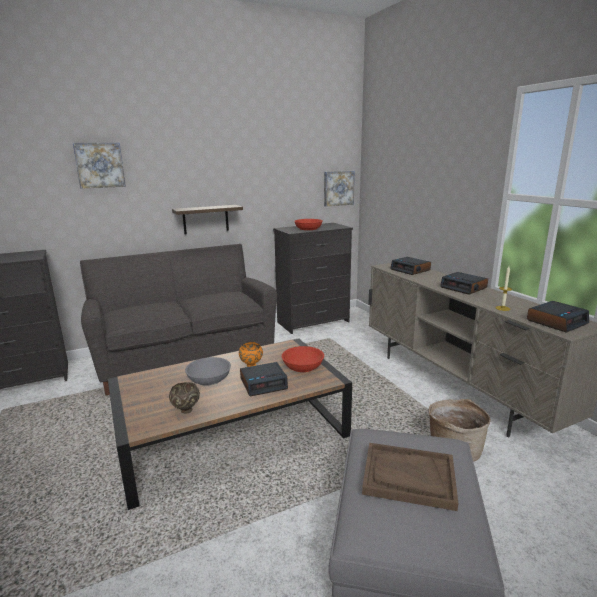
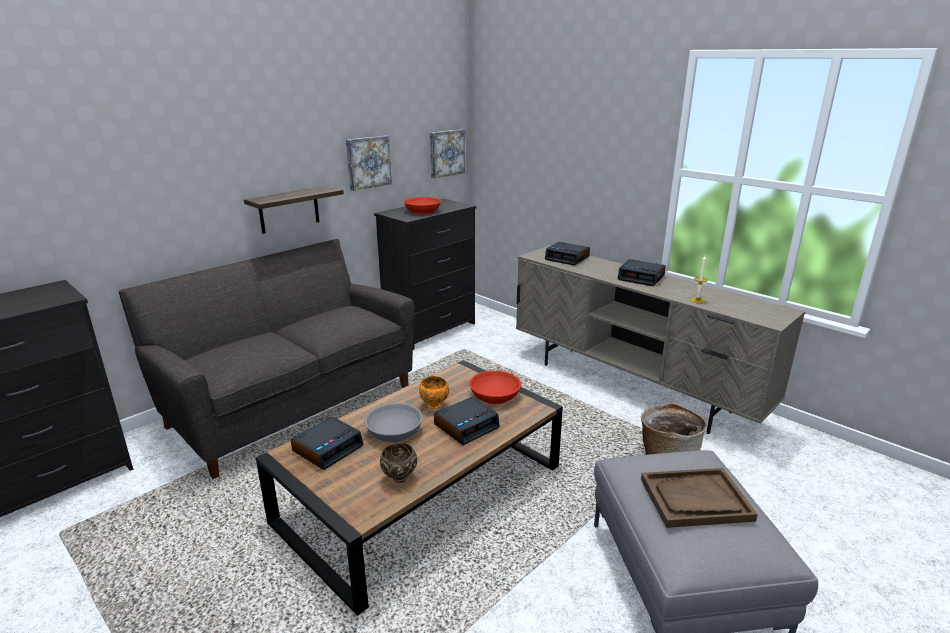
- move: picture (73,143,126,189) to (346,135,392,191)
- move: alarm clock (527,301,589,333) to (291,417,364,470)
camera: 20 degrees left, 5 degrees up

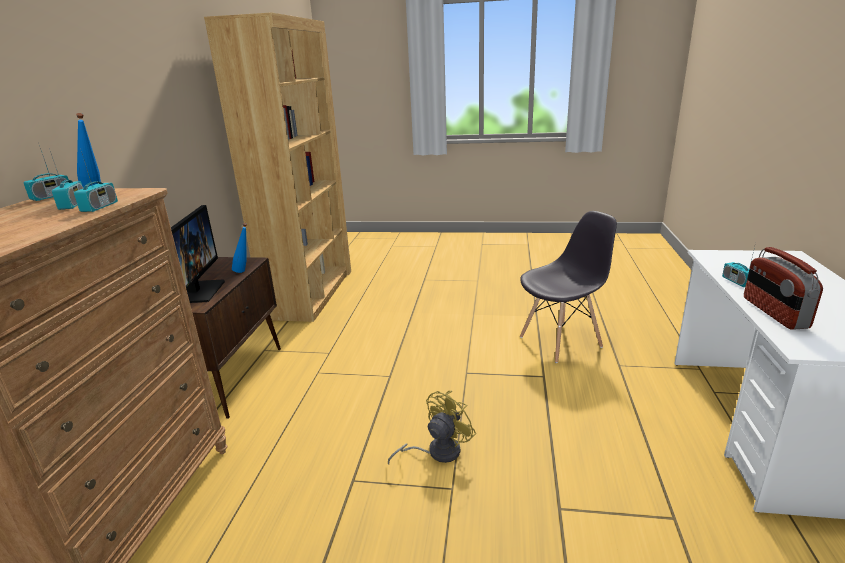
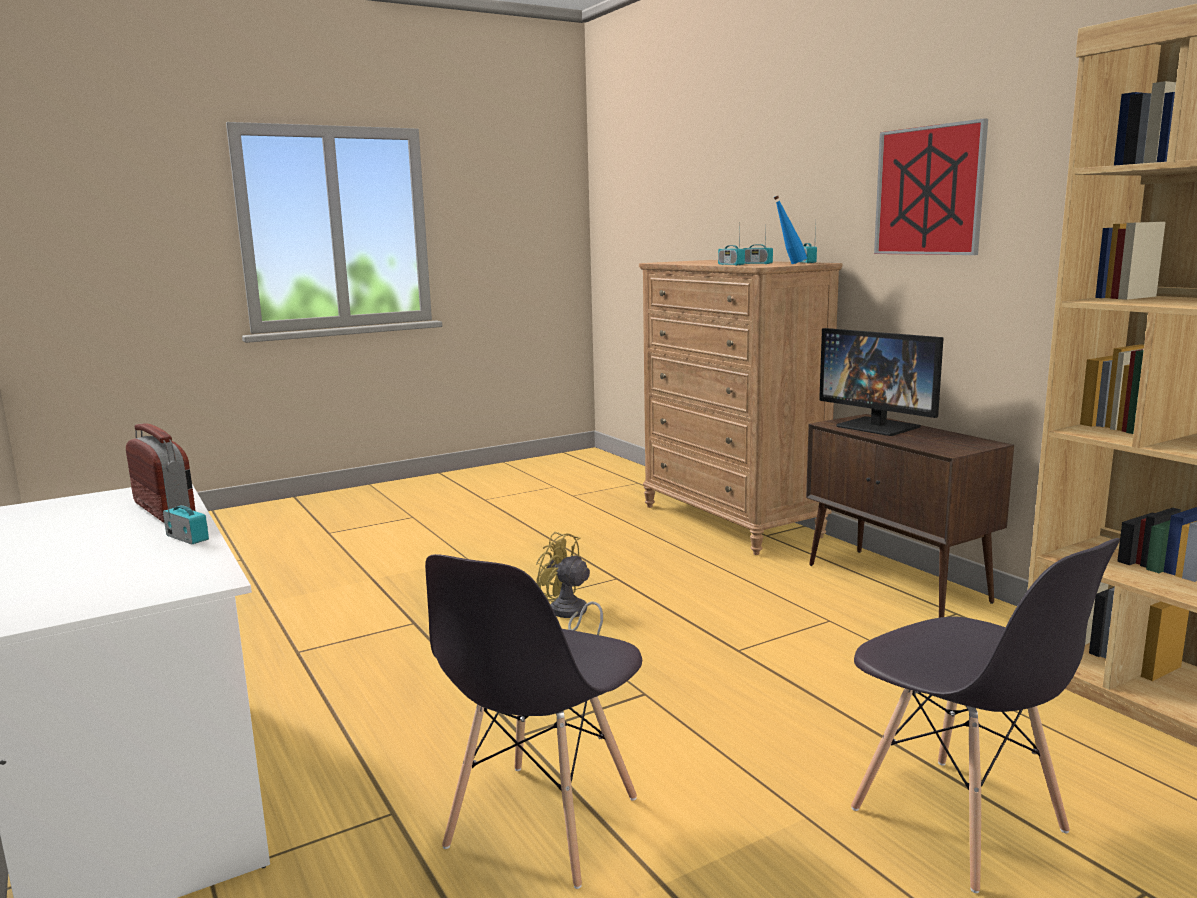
- delete: bottle in blue (232,223,247,273)
- rotate: fan in yellow (388,390,476,464) = (536,532,603,635) 120 degrees clockwise
- insert: picture (874,118,988,255)
- insert: chair in grey (851,538,1120,893)
camera: 140 degrees right, 10 degrees down

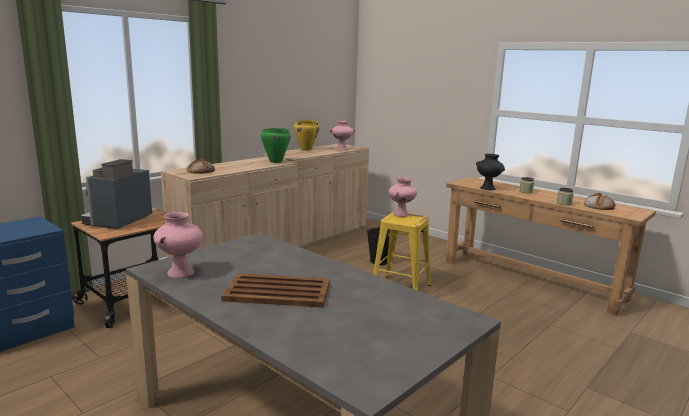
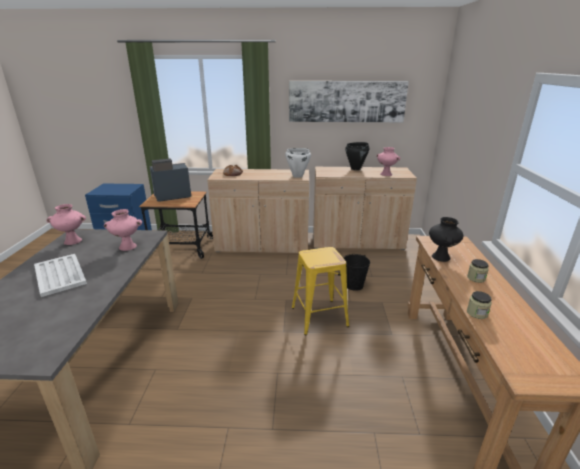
- recolor: cooking pot in yellow (294,120,320,151) to cooking pot in black (345,142,370,170)
- recolor: cooking pot in green (261,128,291,163) to cooking pot in white (285,148,311,178)
- move: vase in pink (389,177,417,217) to (104,209,142,251)
- delete: bread (584,193,616,210)
- recolor: tray in brown (221,273,330,308) to tray in white (34,254,87,297)
- insert: picture (289,81,409,122)
camera: 50 degrees right, 10 degrees up

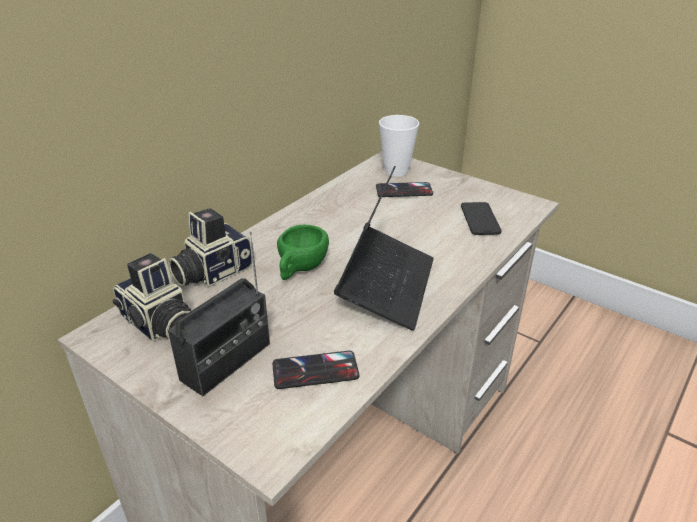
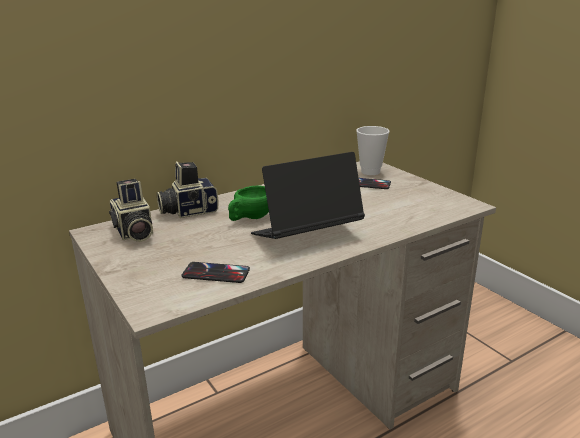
- rotate: laptop (334,166,434,331) = (251,152,365,239) 150 degrees counterclockwise
- delete: phone (461,202,502,235)
- delete: radio (168,232,270,396)
camera: 20 degrees right, 10 degrees down

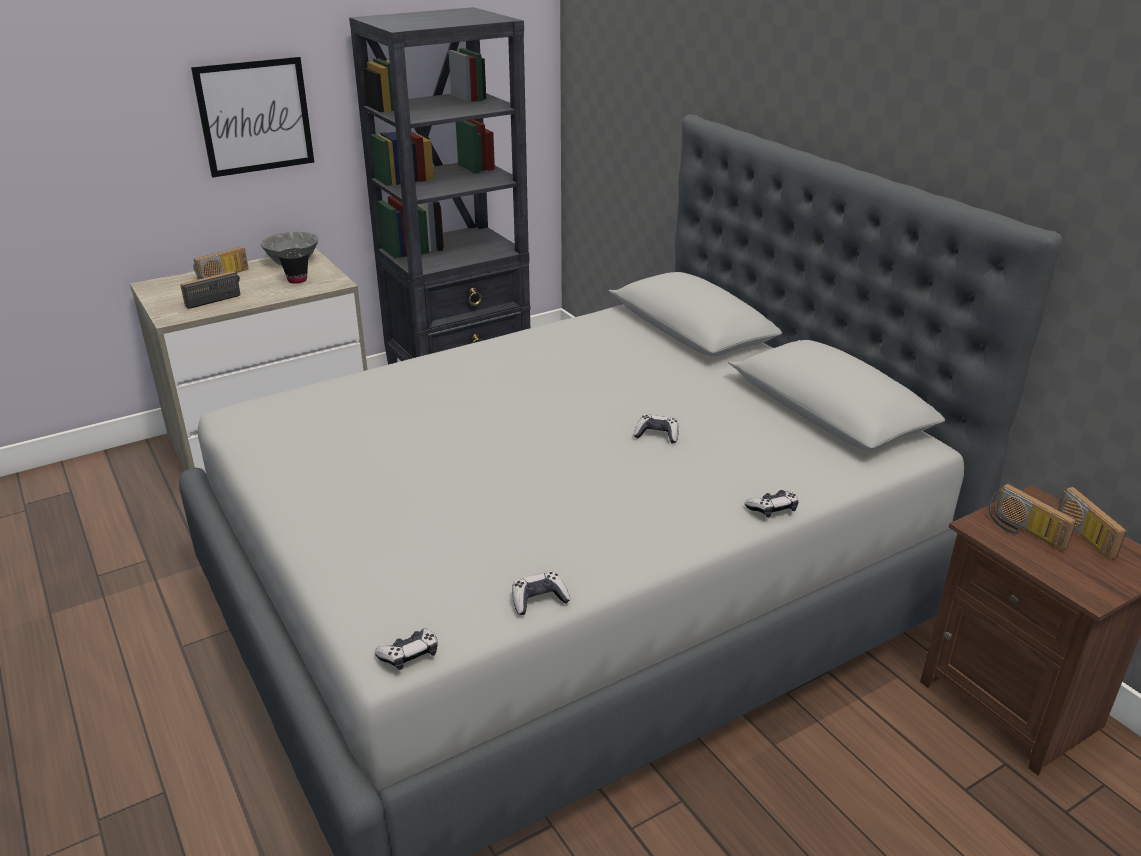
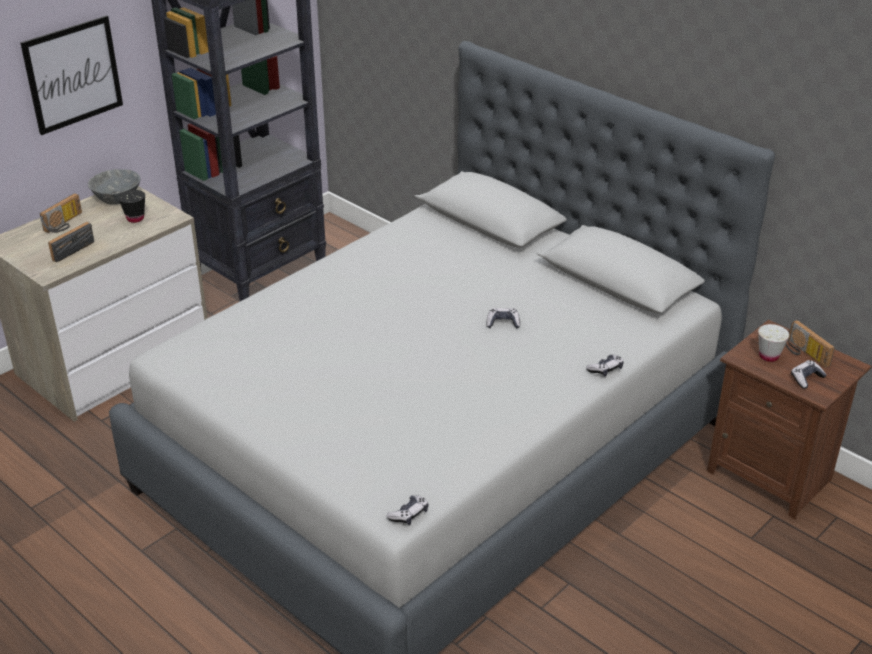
- replace: radio (989,484,1076,551) to cup in white (758,324,789,362)
- move: game controller (512,571,571,615) to (791,360,826,389)
camera: 15 degrees left, 5 degrees up

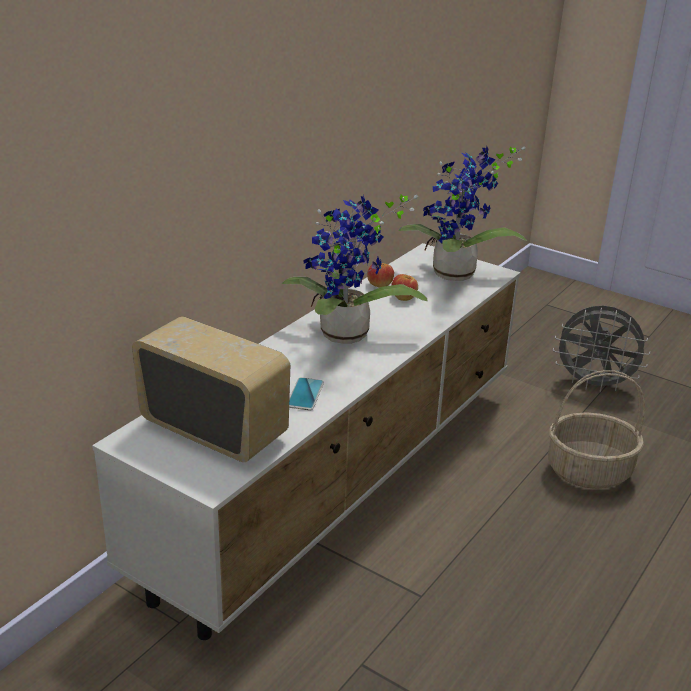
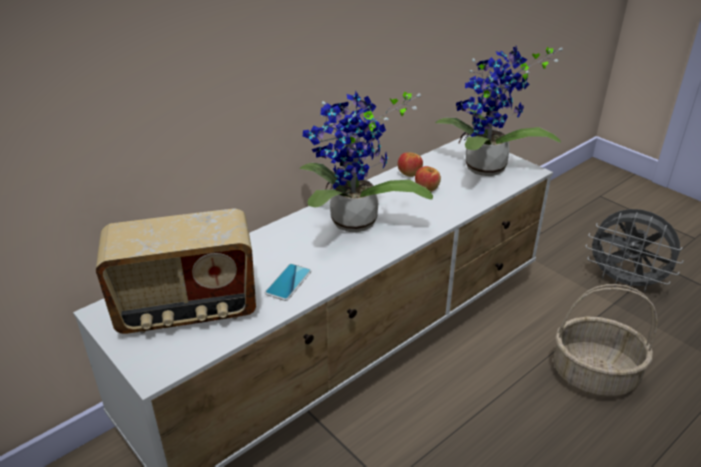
- rotate: radio (132,316,290,462) = (96,209,256,334) 120 degrees clockwise
camera: 15 degrees right, 5 degrees up

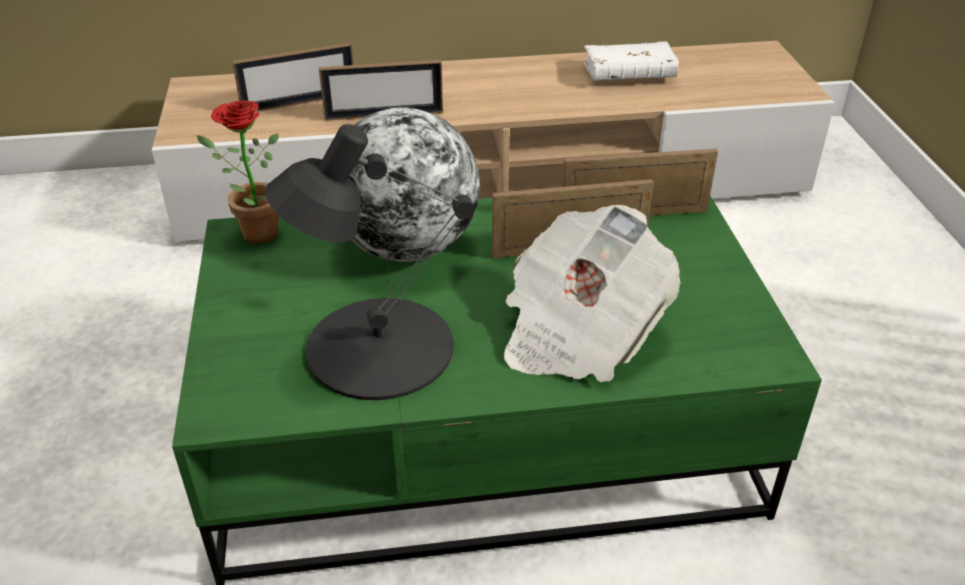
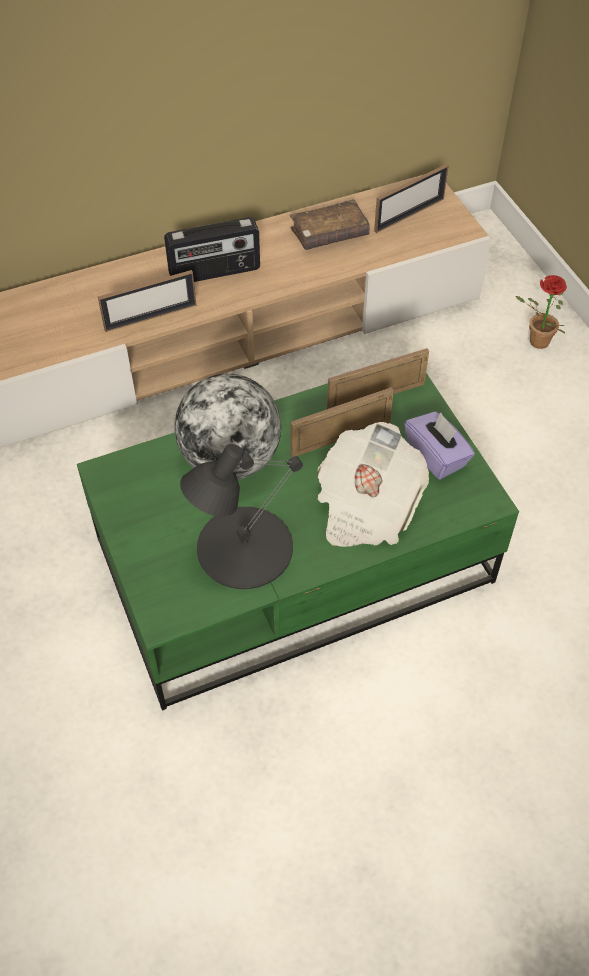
- recolor: book in white (584,41,679,80) to book in brown (290,199,370,250)
- move: picture frame (232,43,353,112) to (374,164,449,233)
- move: potted plant (197,100,279,244) to (515,275,567,349)
- insert: radio (164,217,260,282)
- insert: tissue box in purple (405,411,475,480)
camera: 15 degrees left, 15 degrees up

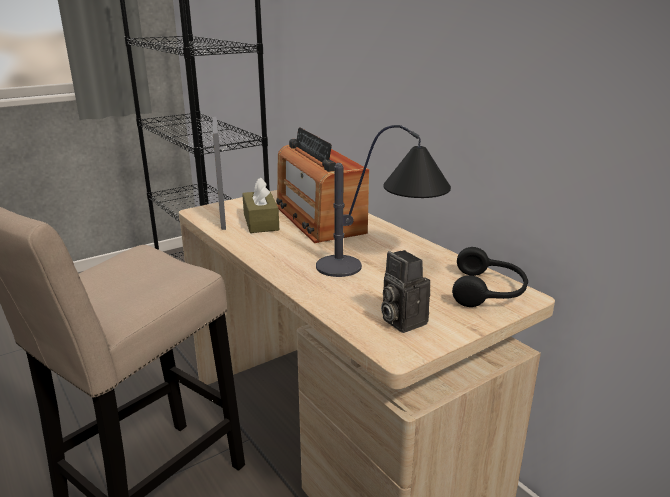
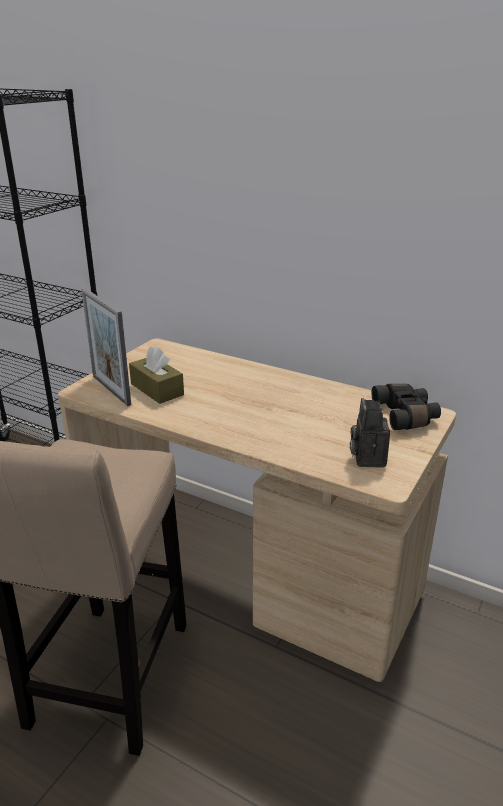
- delete: table lamp (316,125,451,277)
- delete: radio (276,128,369,243)
- replace: headphones in black (452,247,528,307) to binoculars in black (371,384,441,430)
- rotate: photo camera (381,250,430,333) = (350,398,390,467) 60 degrees clockwise
camera: 25 degrees left, 5 degrees up

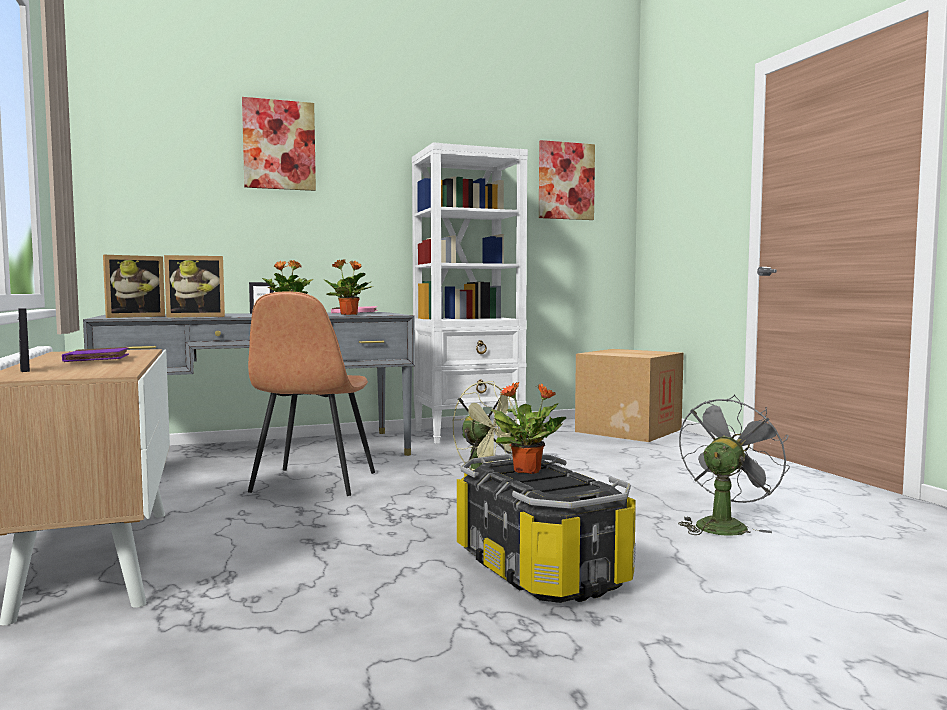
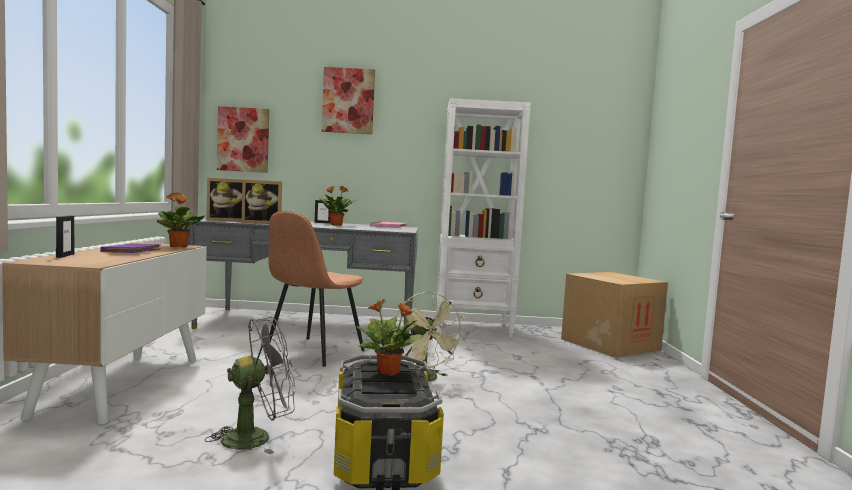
- move: picture (539,140,595,220) to (217,106,269,173)
- move: potted plant (323,259,373,315) to (157,192,205,247)
- move: fan in grey (678,395,790,536) to (205,317,296,455)
camera: 20 degrees right, 0 degrees up

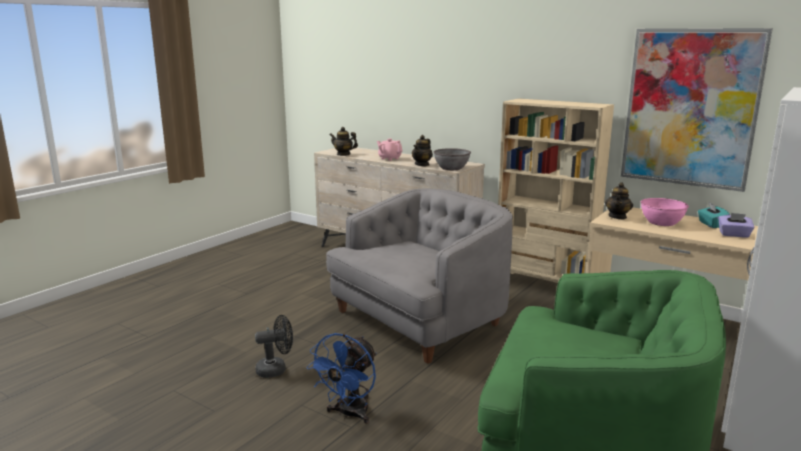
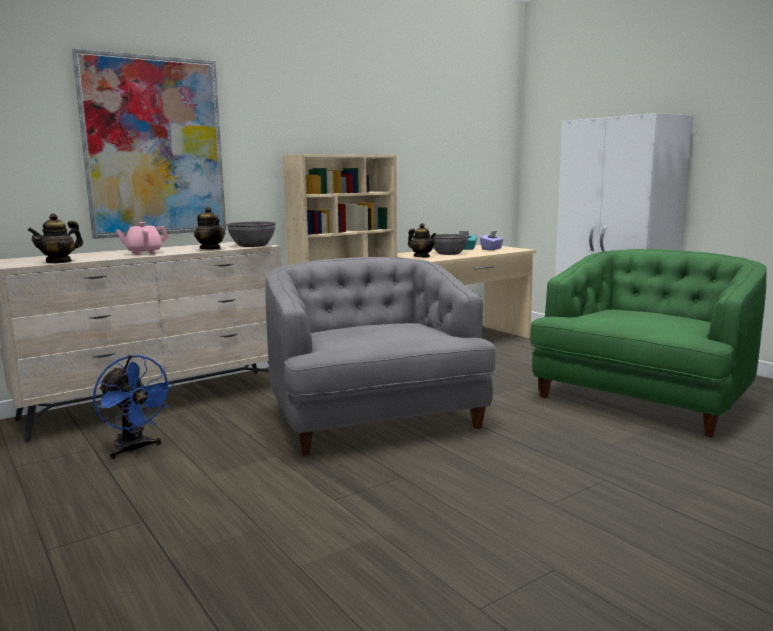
- move: picture (621,28,773,192) to (72,48,226,239)
- recolor: bowl in pink (641,198,689,226) to bowl in grey (430,234,469,255)
- delete: fan in black (255,315,293,378)
- move: fan in blue (306,333,377,424) to (93,355,174,459)
camera: 70 degrees left, 5 degrees down

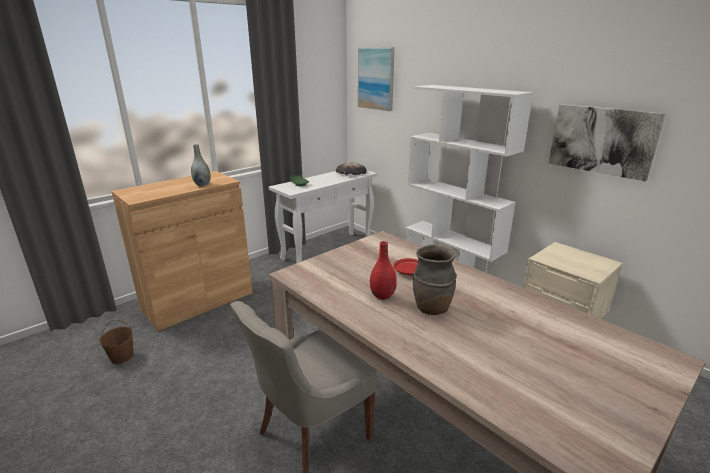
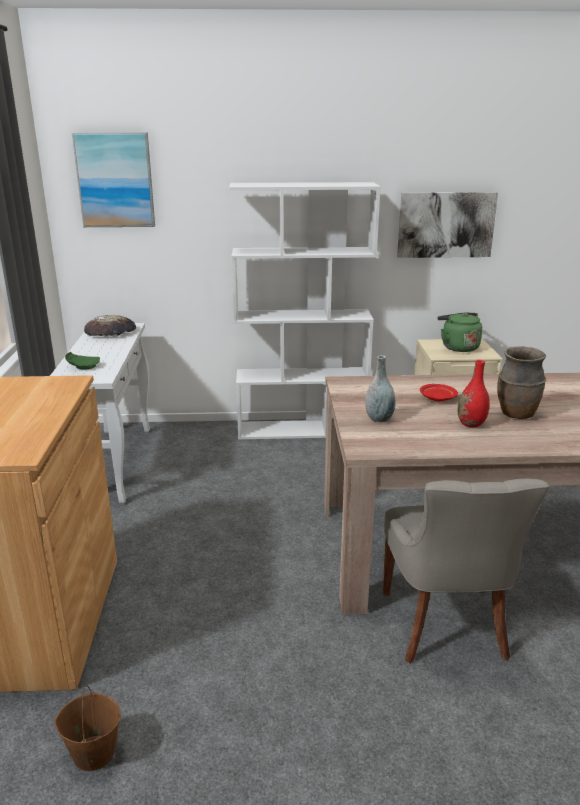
- move: vase in grey (191,144,211,186) to (365,355,396,422)
- insert: kettle in green (438,312,482,352)
camera: 50 degrees left, 0 degrees up

